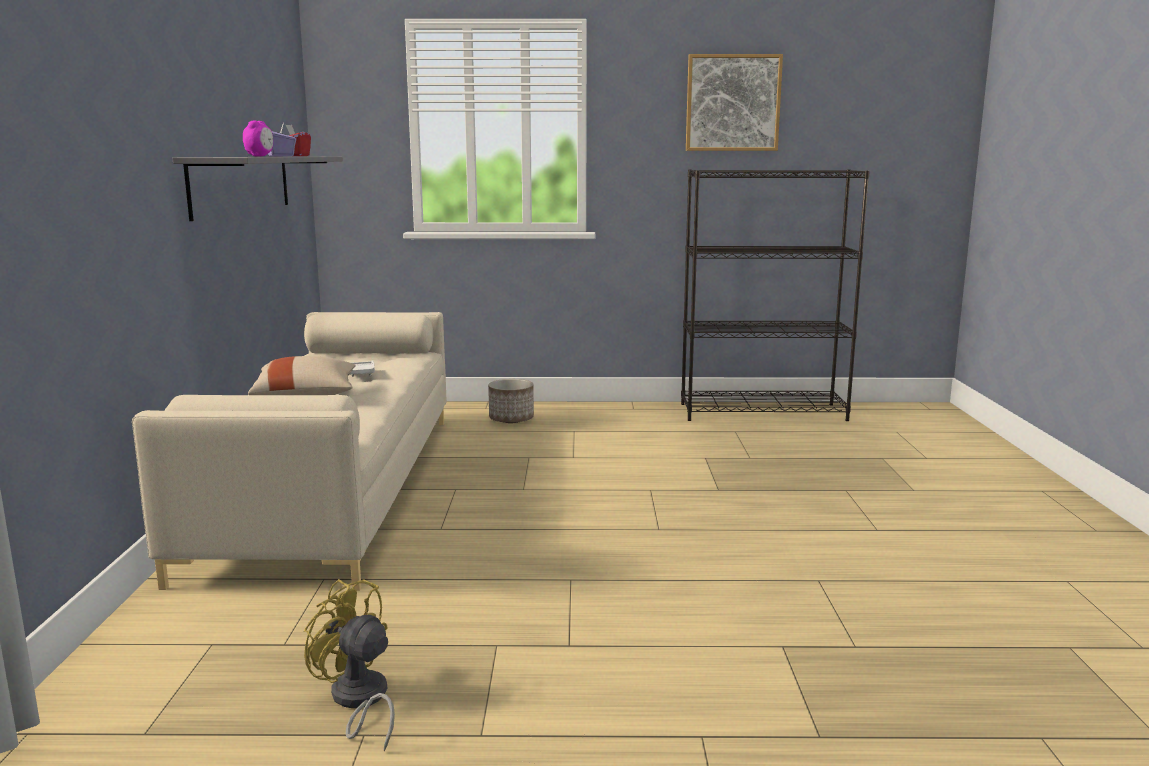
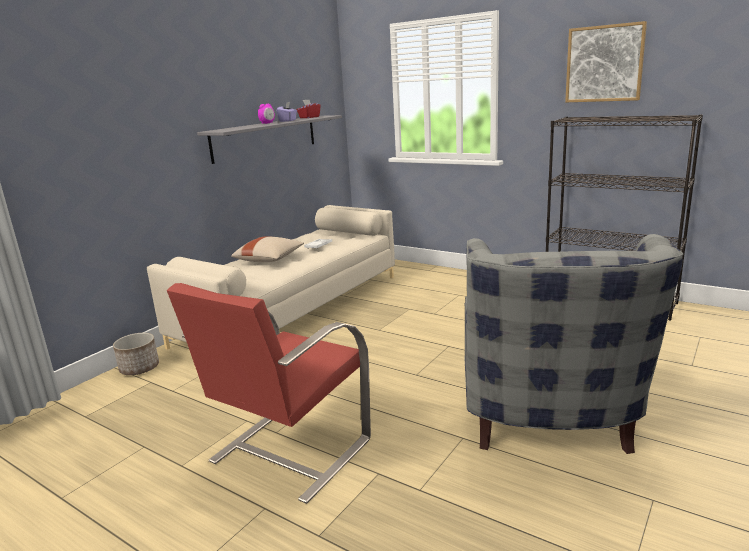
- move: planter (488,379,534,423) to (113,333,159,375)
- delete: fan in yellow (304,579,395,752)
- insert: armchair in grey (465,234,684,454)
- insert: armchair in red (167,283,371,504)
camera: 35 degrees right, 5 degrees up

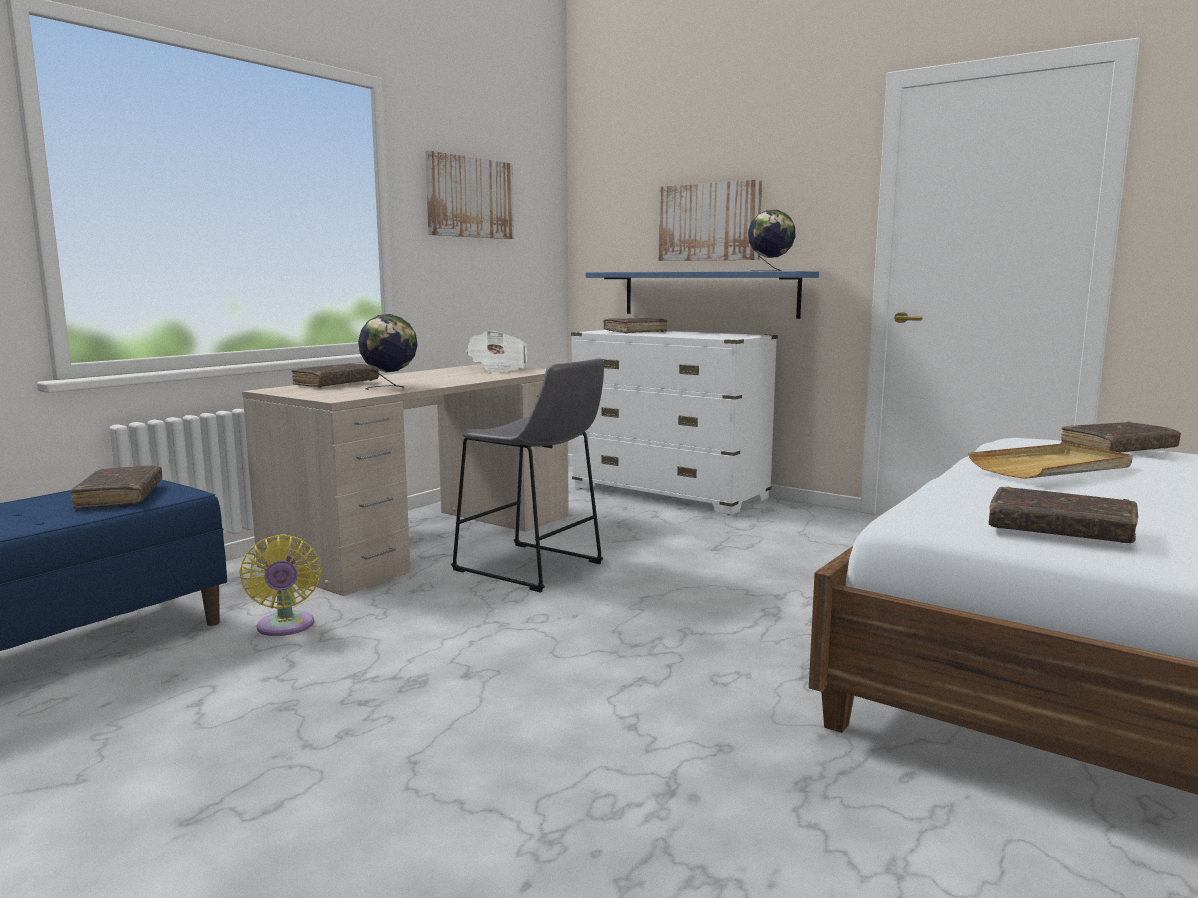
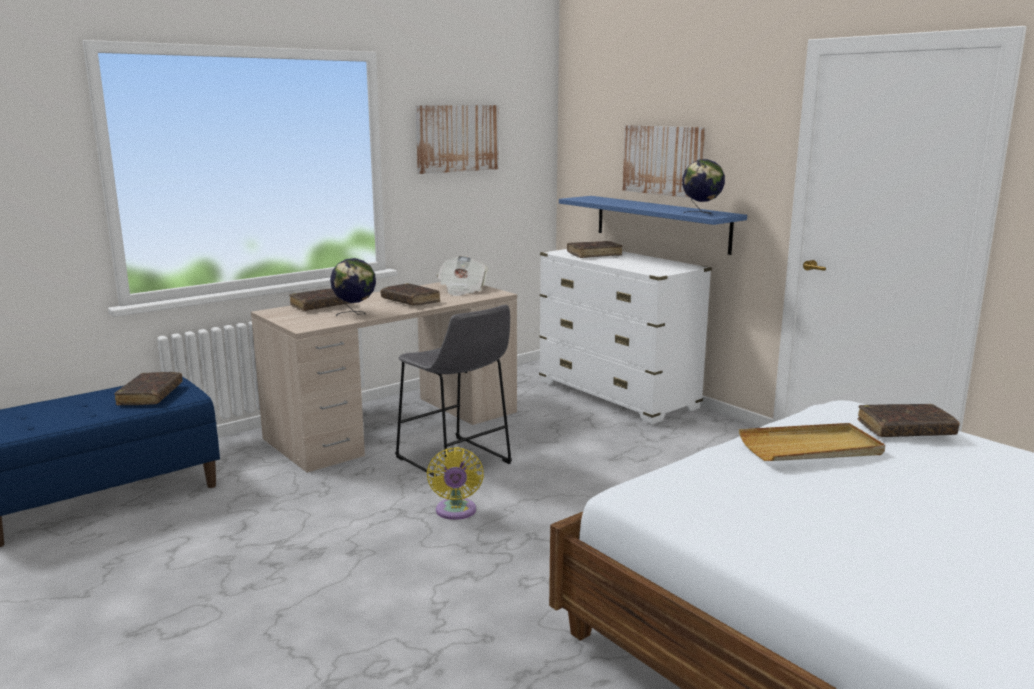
- move: book in brown (989,487,1138,543) to (381,283,440,306)
- move: fan in yellow (239,535,321,636) to (427,447,484,520)
camera: 15 degrees right, 5 degrees up

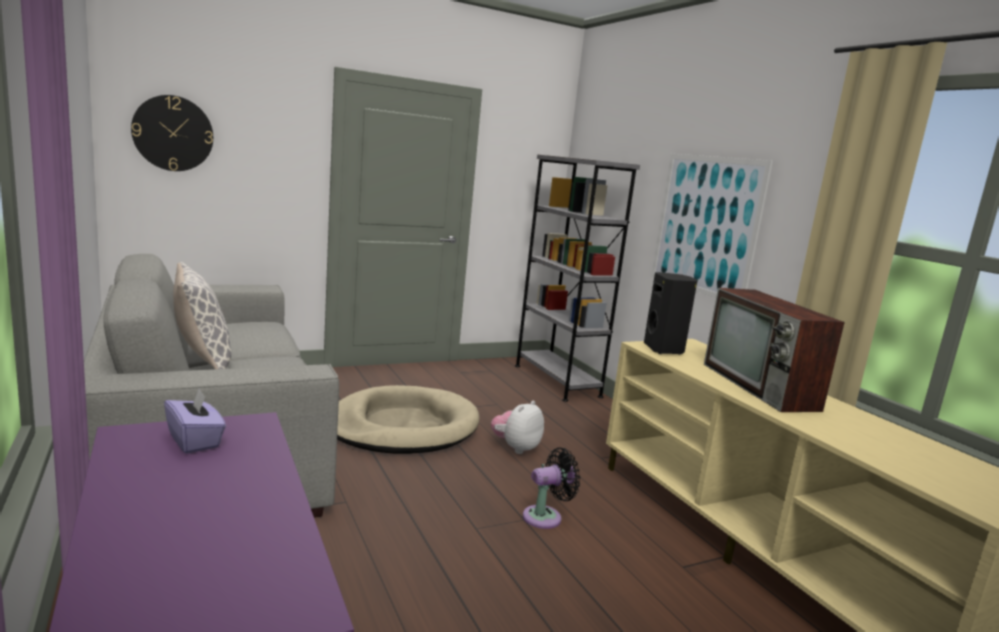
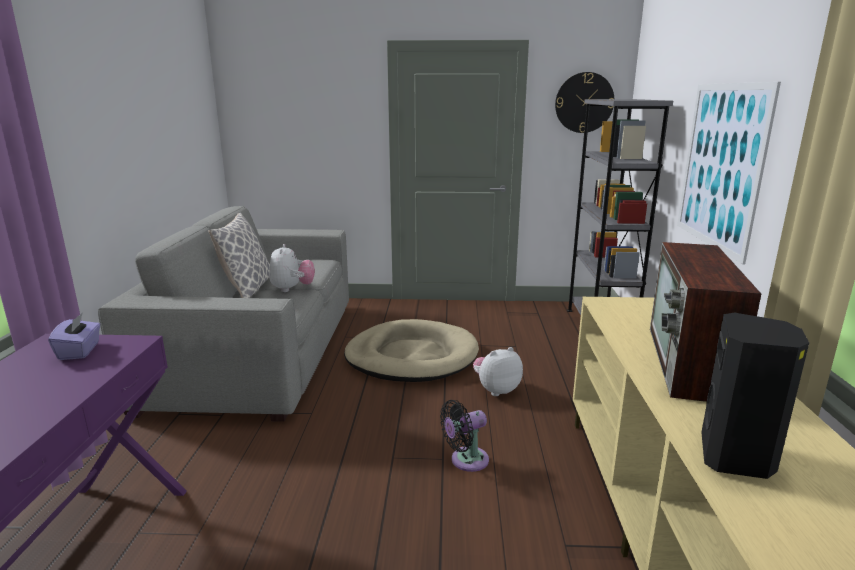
- move: wall clock (131,95,213,171) to (555,72,614,133)
- move: speaker in black (644,272,698,354) to (701,313,809,479)
- rotate: fan in black (523,447,580,529) = (440,400,489,472) 150 degrees clockwise
- insert: plush toy (269,244,315,292)
camera: 30 degrees right, 5 degrees up

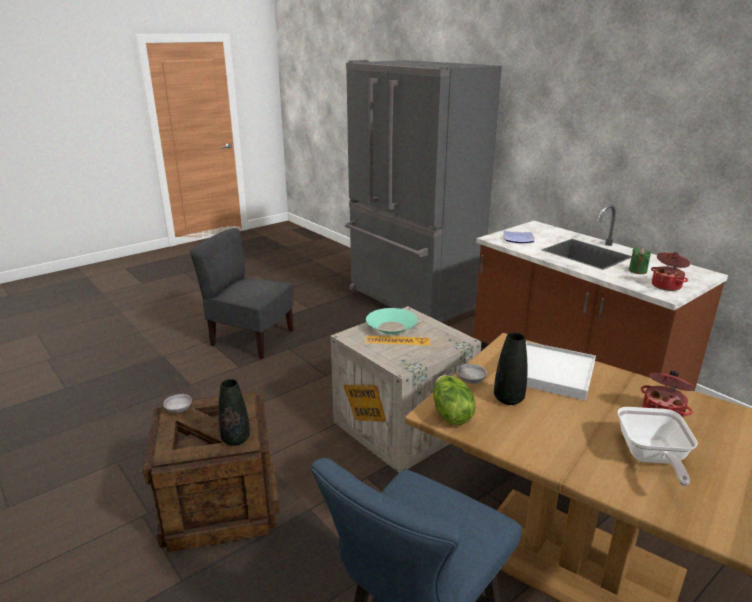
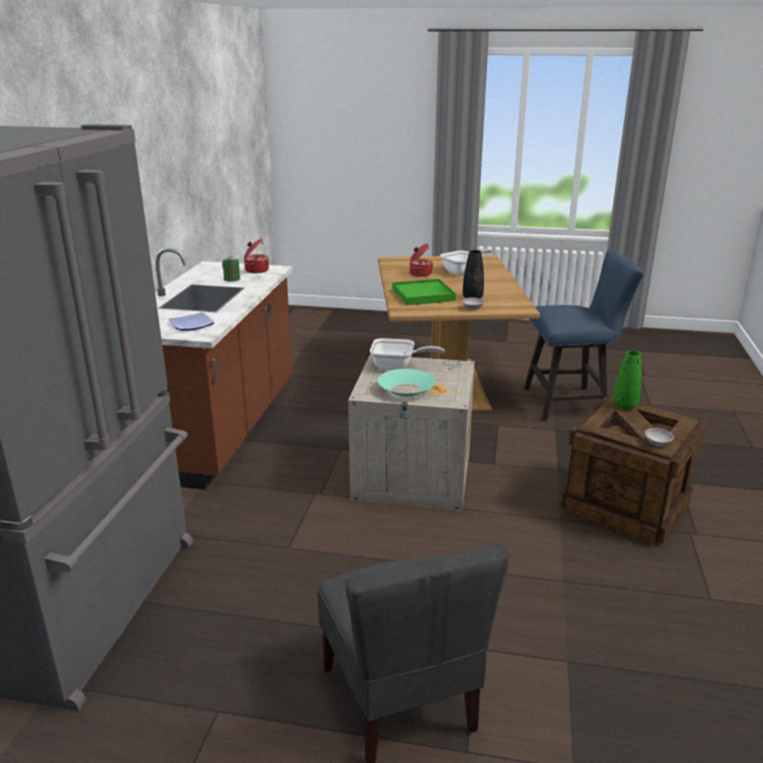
- recolor: tray in white (526,342,596,401) to tray in green (392,279,456,305)
- delete: lettuce (433,375,475,425)
- recolor: vase in black (218,379,250,446) to vase in green (613,351,642,409)
- insert: frying pan (370,338,444,370)
camera: 130 degrees left, 0 degrees up

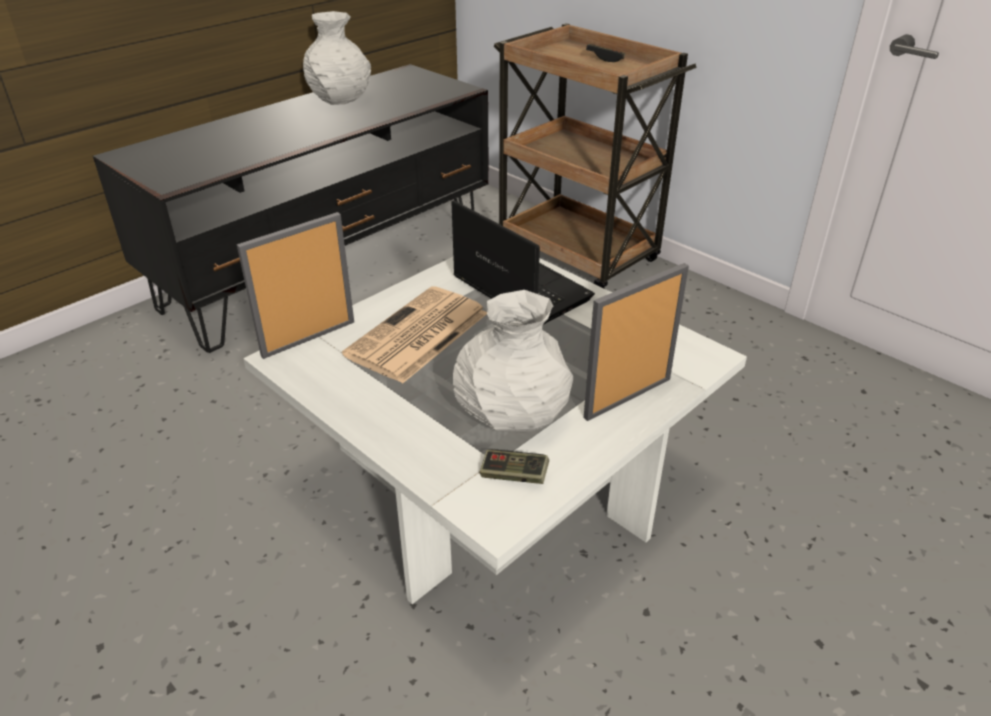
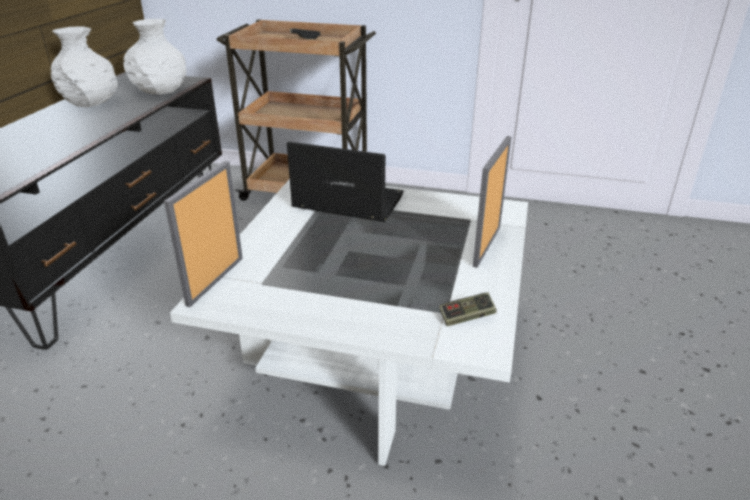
- delete: newspaper (342,286,487,384)
- move: vase in white (453,290,573,432) to (123,19,186,94)
camera: 30 degrees left, 5 degrees down

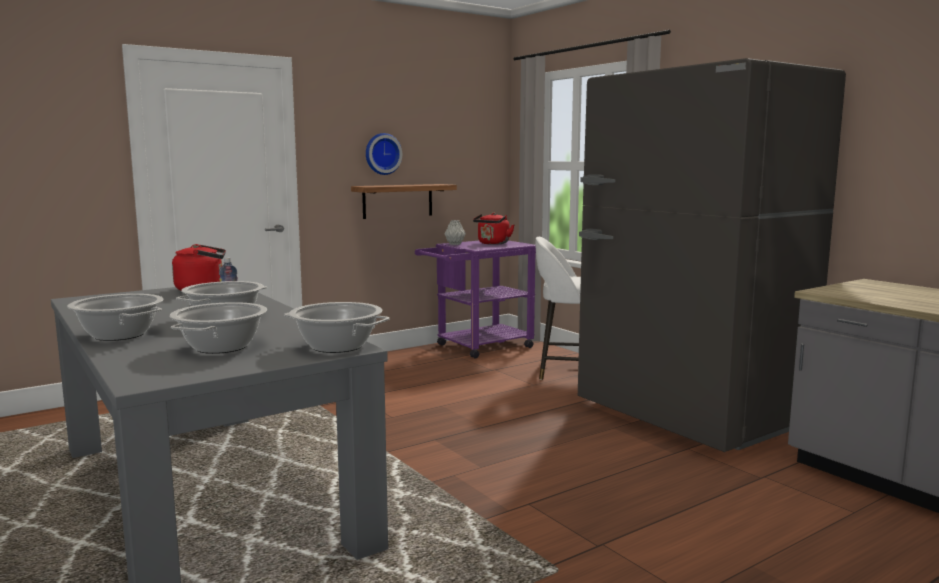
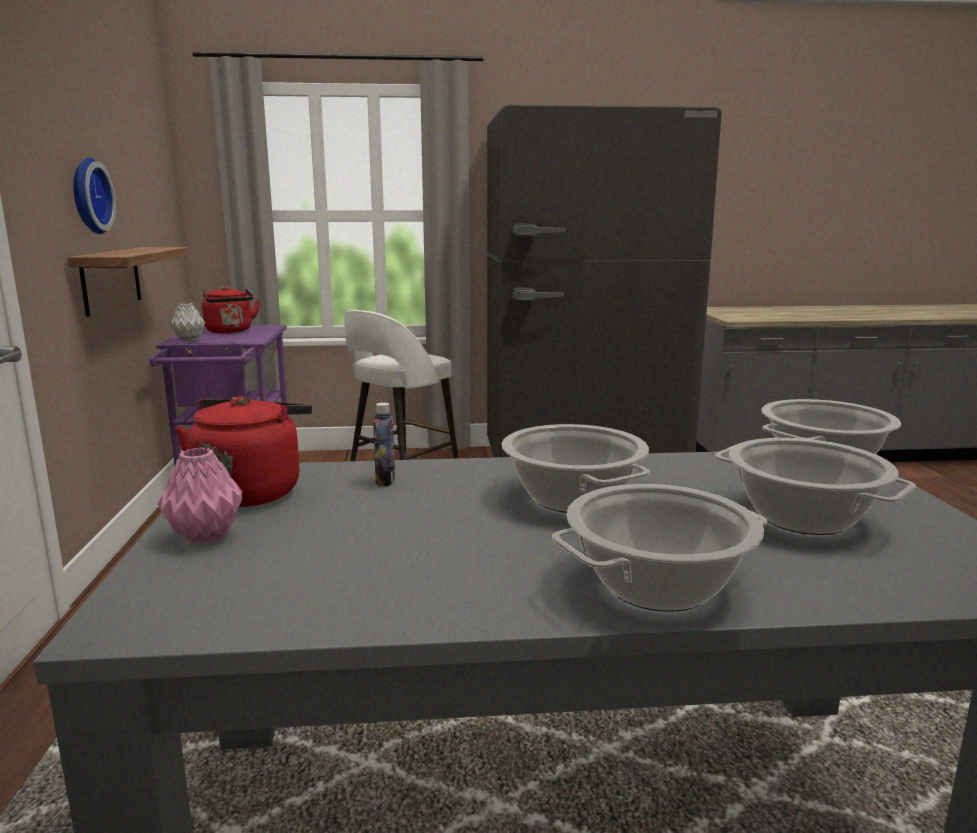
- insert: vase in pink (158,448,242,545)
camera: 60 degrees left, 5 degrees up

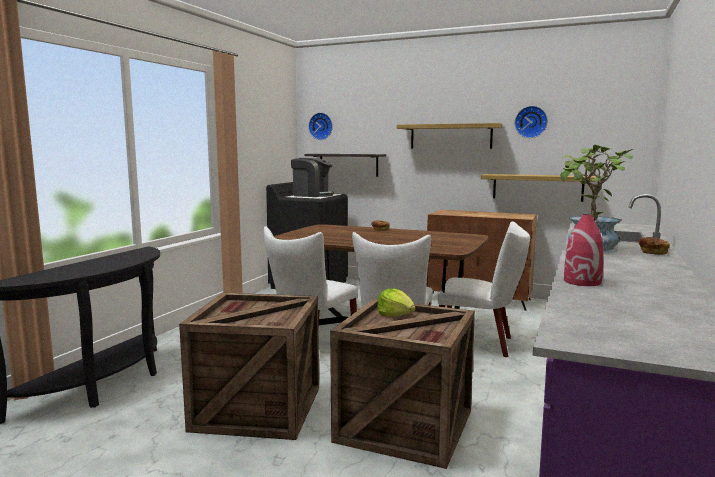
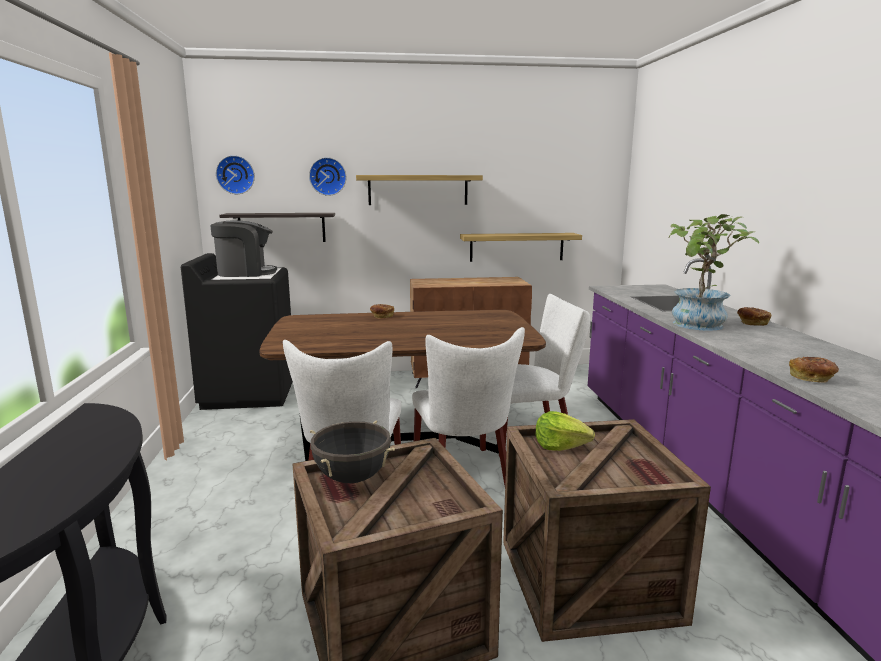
- move: wall clock (515,106,548,138) to (309,157,346,196)
- replace: vase in red (564,214,604,286) to bread (789,357,839,383)
- insert: cooking pot in black (310,421,395,483)
camera: 30 degrees left, 5 degrees up

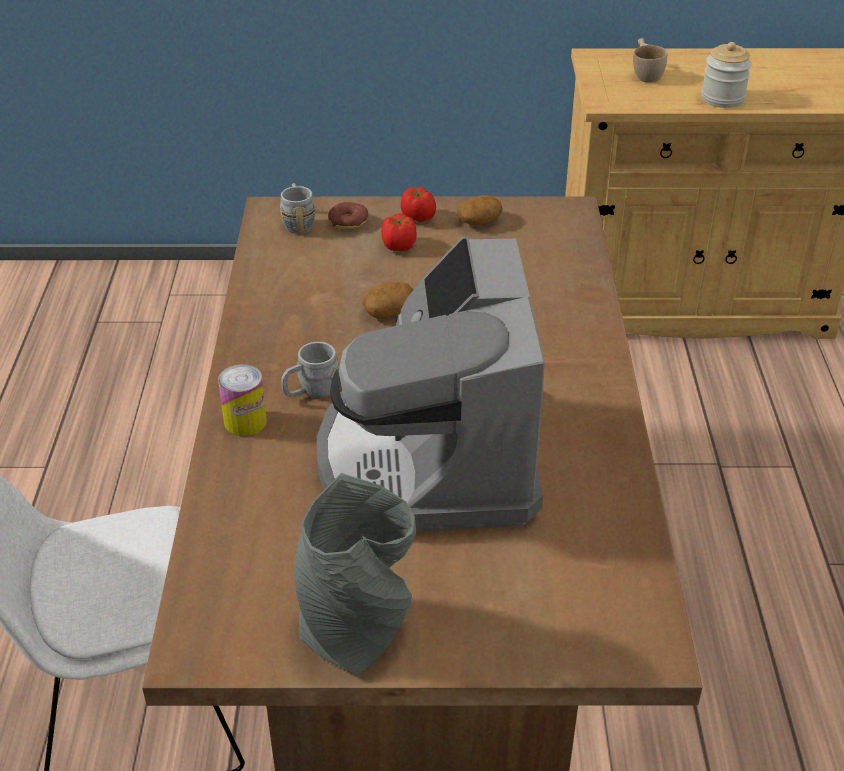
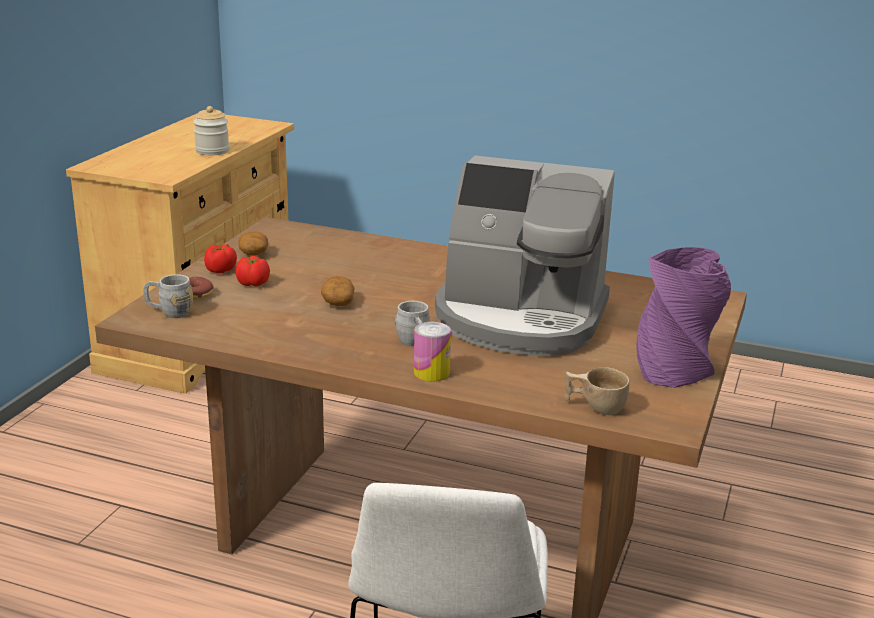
- move: cup in beige (633,38,667,83) to (565,367,629,415)
- recolor: vase in grey (294,473,416,677) to vase in purple (636,247,731,388)
camera: 70 degrees left, 15 degrees down

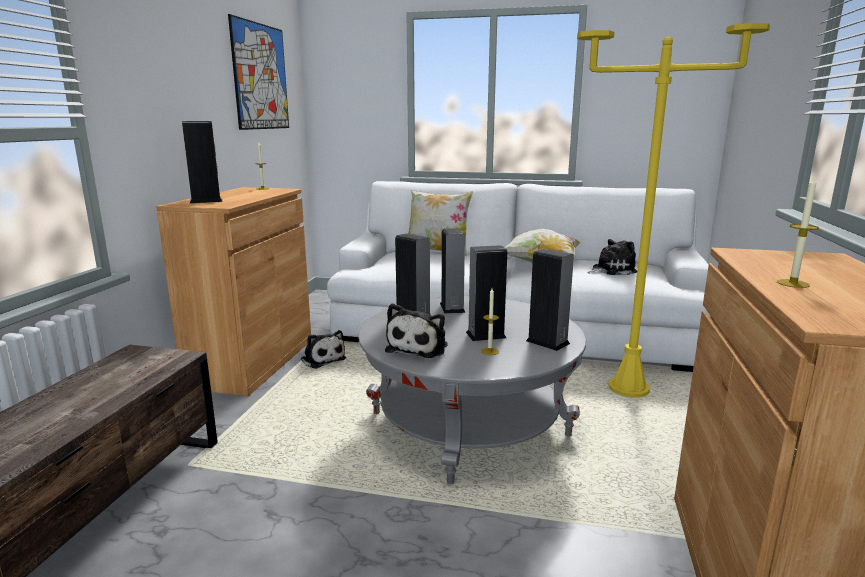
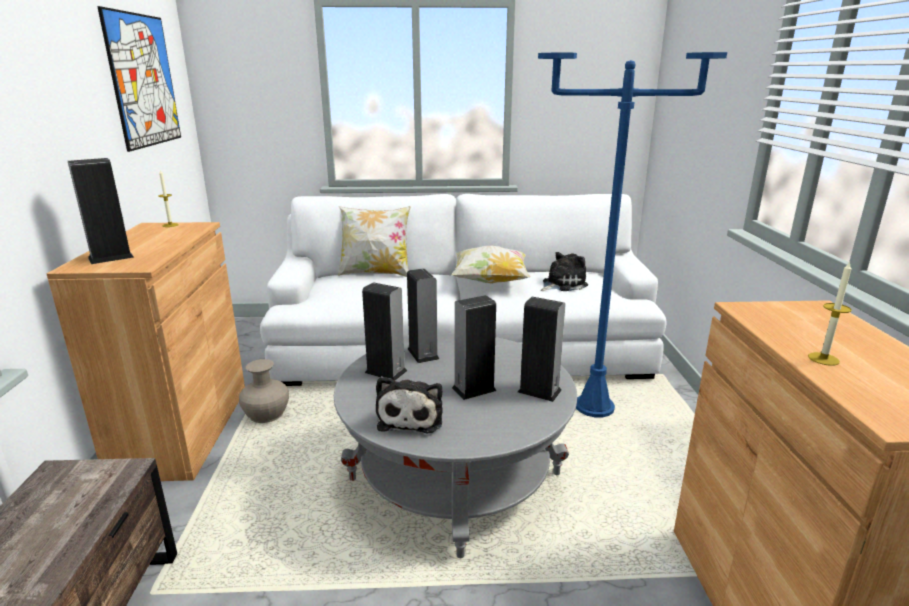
- recolor: floor lamp in yellow (577,23,770,398) to floor lamp in blue (538,52,727,417)
- delete: candle (481,289,499,355)
- replace: plush toy (301,330,346,369) to vase in beige (239,359,289,423)
camera: 15 degrees left, 5 degrees up

